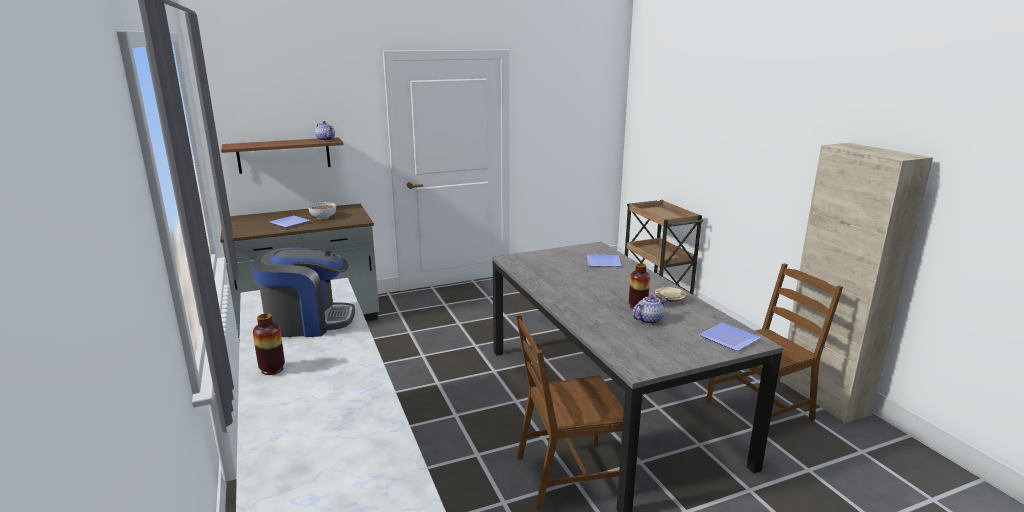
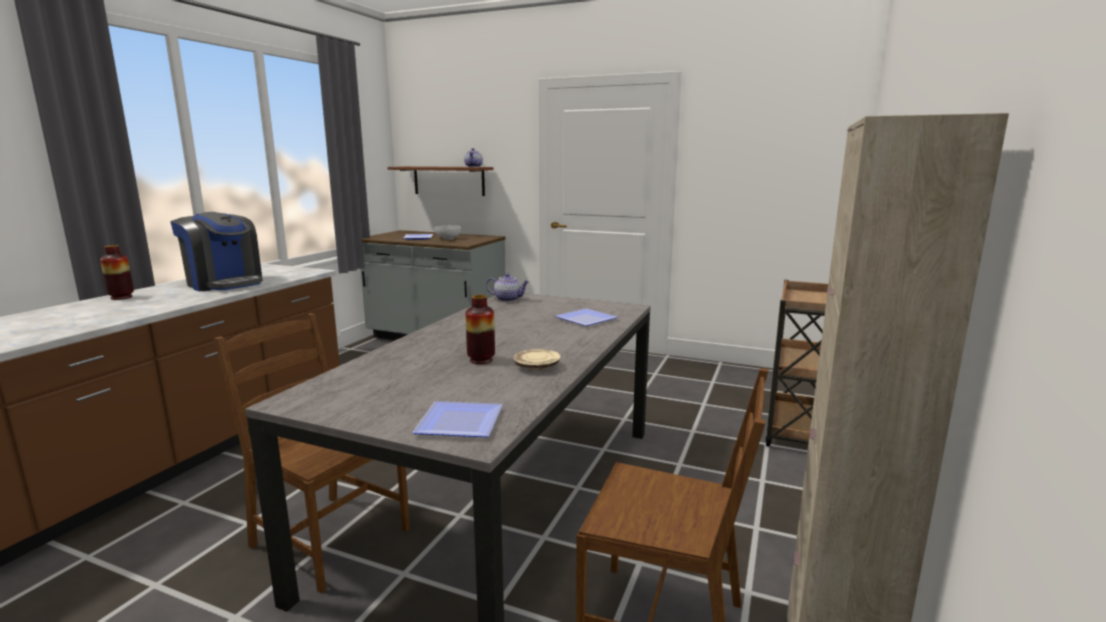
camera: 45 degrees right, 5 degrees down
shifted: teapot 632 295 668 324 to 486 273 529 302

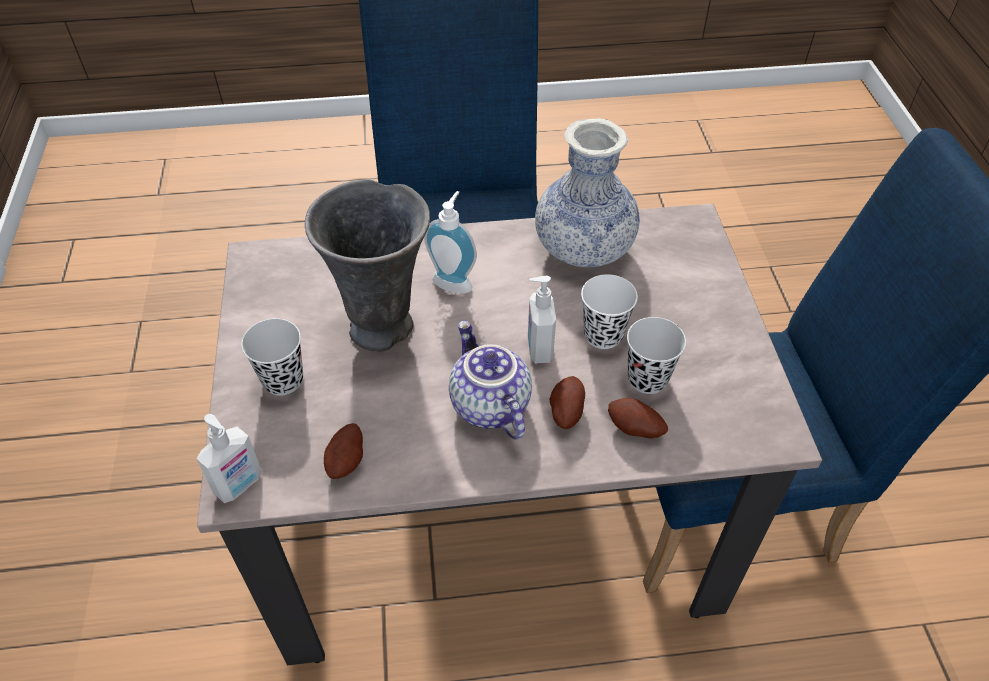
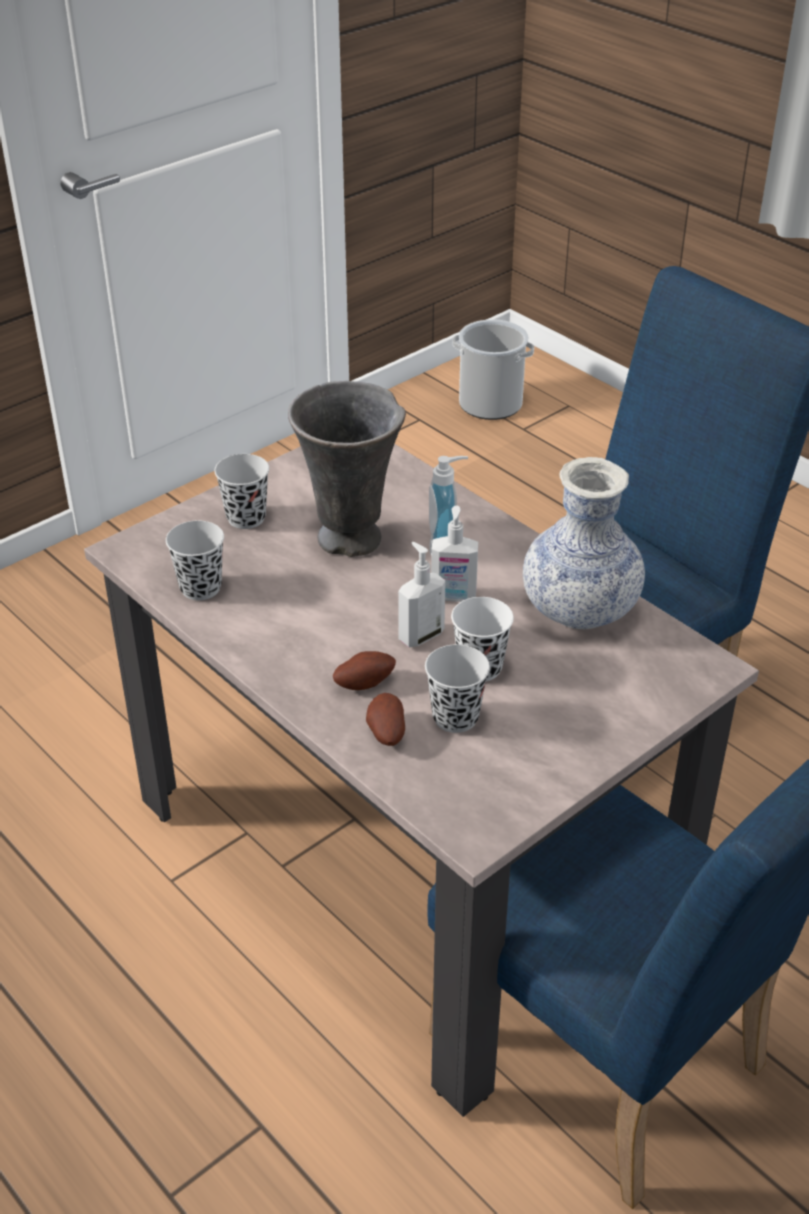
camera: 55 degrees right, 10 degrees down
gone: teapot 449 320 532 440
new: bucket 453 319 534 420
shifted: soap dispenser 197 414 262 503 to 431 506 478 602
swapped: potato 324 423 363 479 to black cup 166 521 224 600

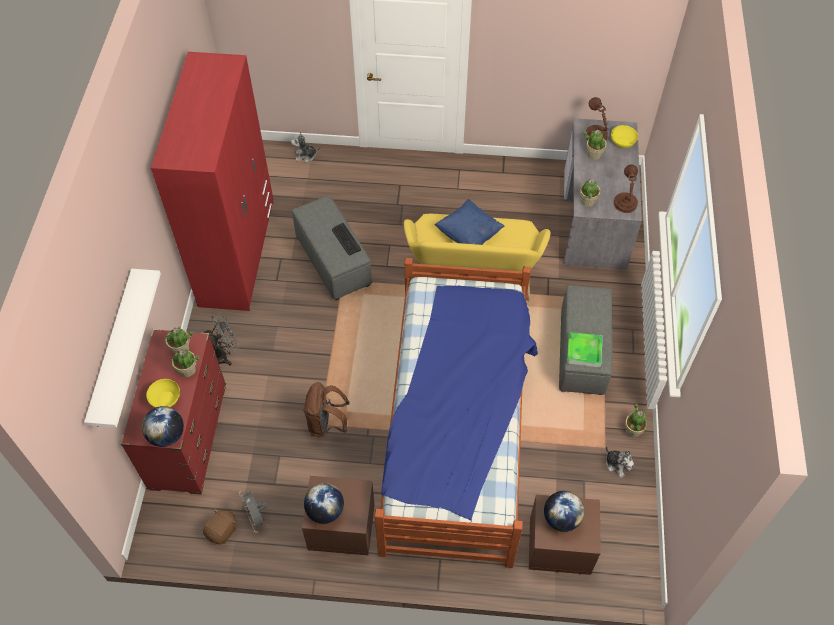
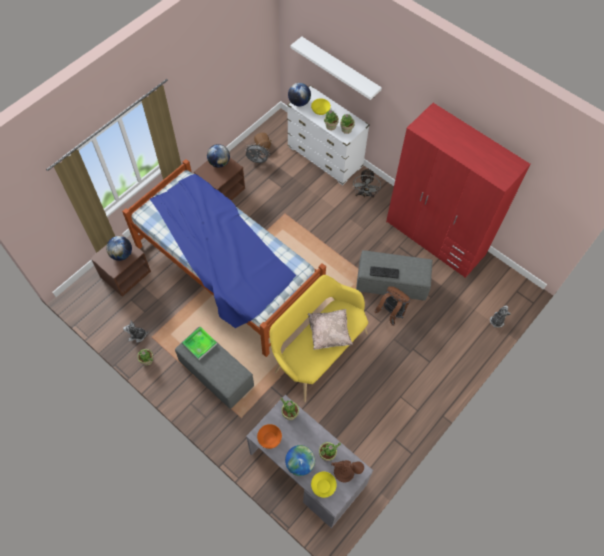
camera: 125 degrees right, 5 degrees up
new: globe 285 445 315 476
shifted: brown backpack 303 382 350 437 to 374 286 410 326
swapped: brown table lamp 614 164 638 213 to orange bowl 257 424 282 449
repainted: red dresser 121 329 226 494 to white dresser 287 85 370 186; blue pillow 435 199 505 245 to beige pillow 308 309 353 350

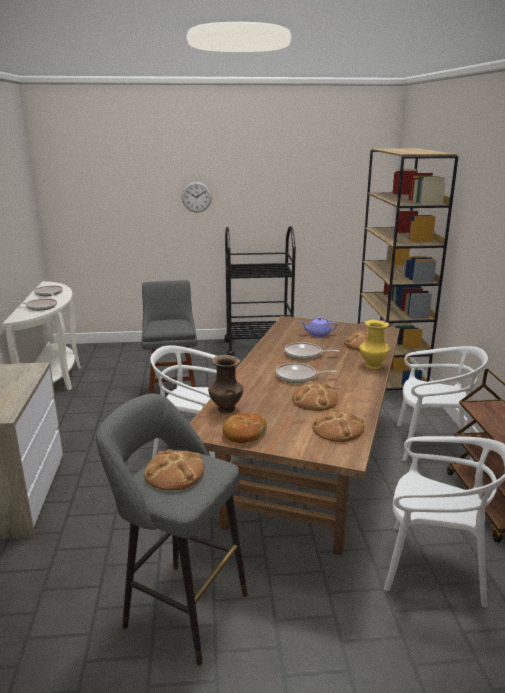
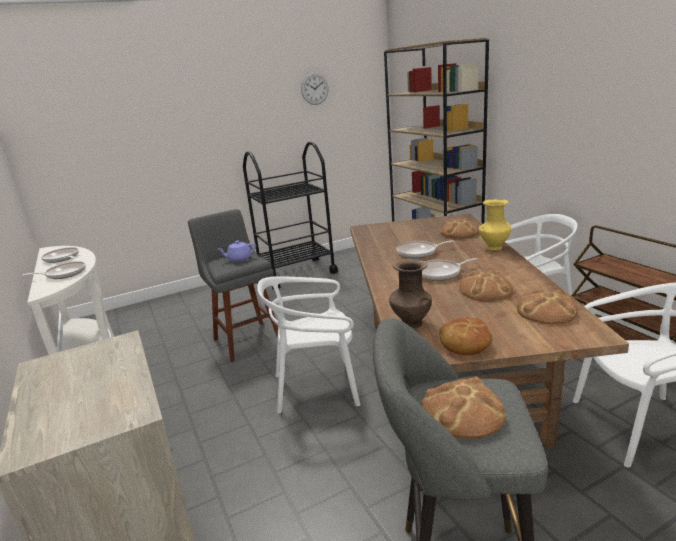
camera: 20 degrees left, 0 degrees up
shifted: wall clock 182 182 212 212 to 301 73 329 105; purple teapot 300 317 337 337 to 218 241 256 262

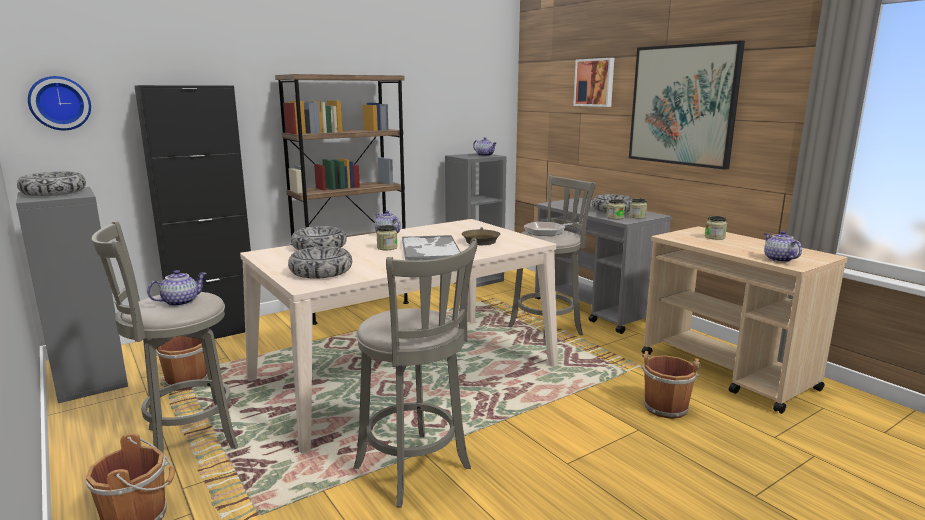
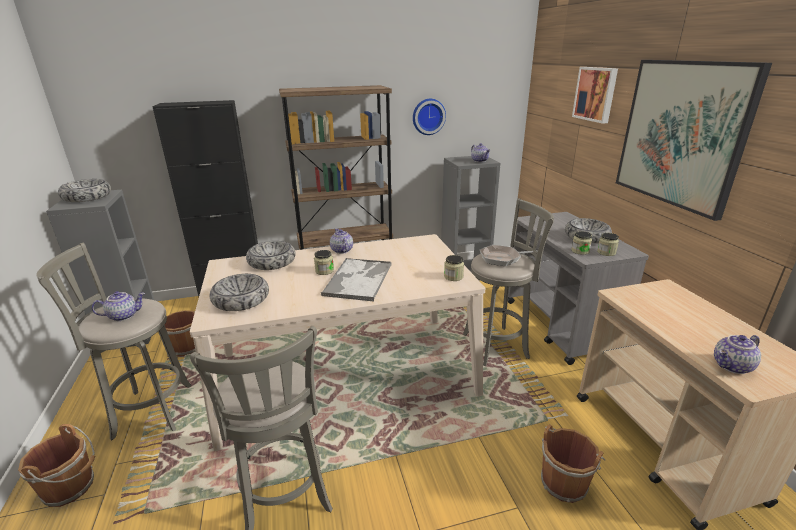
camera: 20 degrees right, 10 degrees up
gone: brown frying pan 462 227 501 245
shifted: wall clock 28 76 91 130 to 413 99 446 135; jar 705 216 727 240 to 444 255 464 281
rotated: teapot 764 231 802 262 = 714 335 761 374 120 degrees counterclockwise

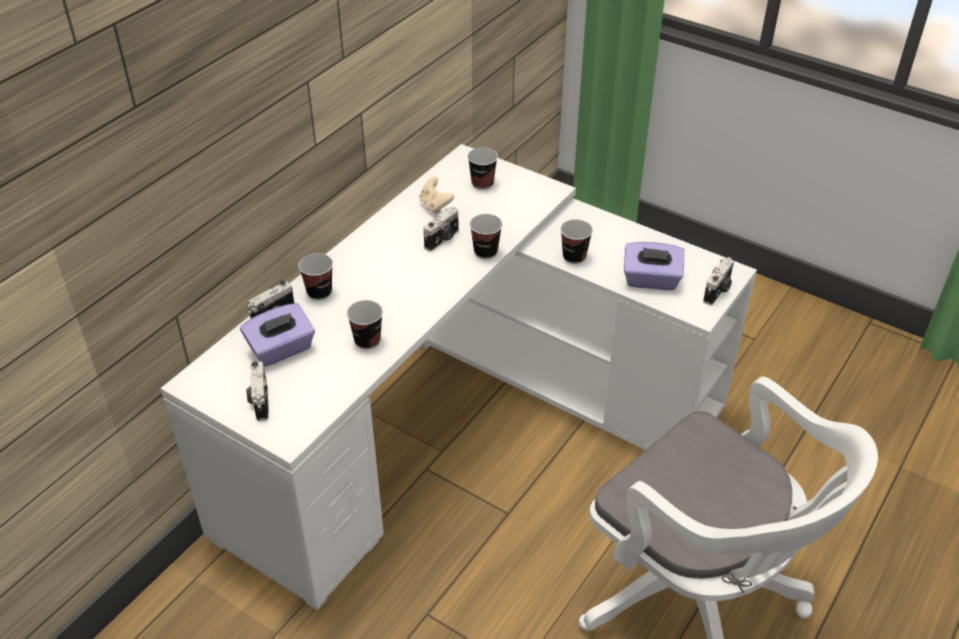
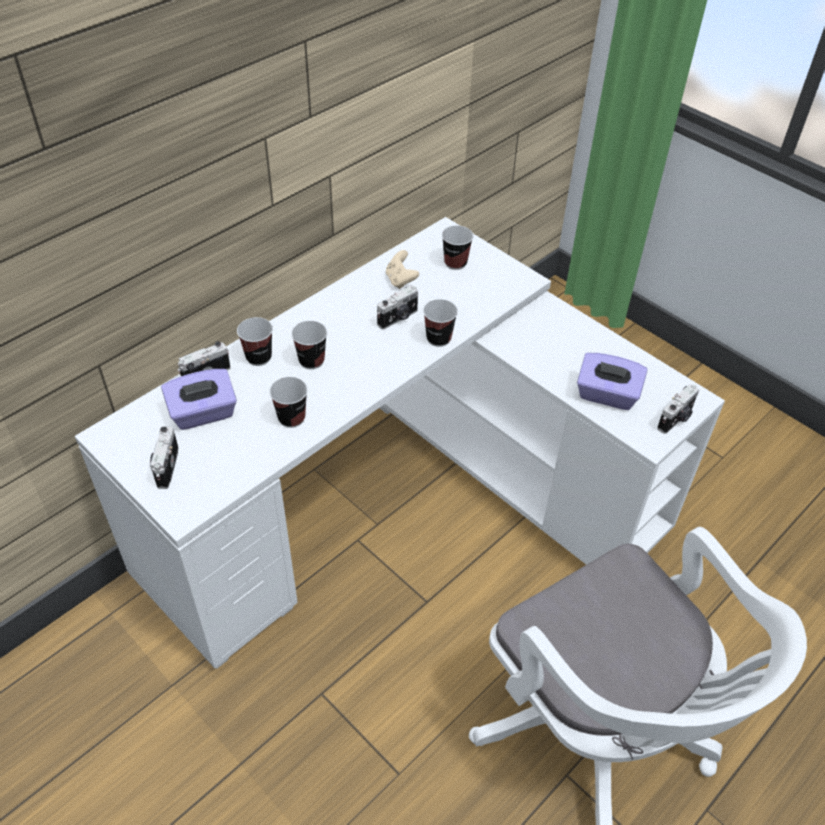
camera: 10 degrees right, 5 degrees up
shifted: cup 560 219 593 264 to 291 321 327 369

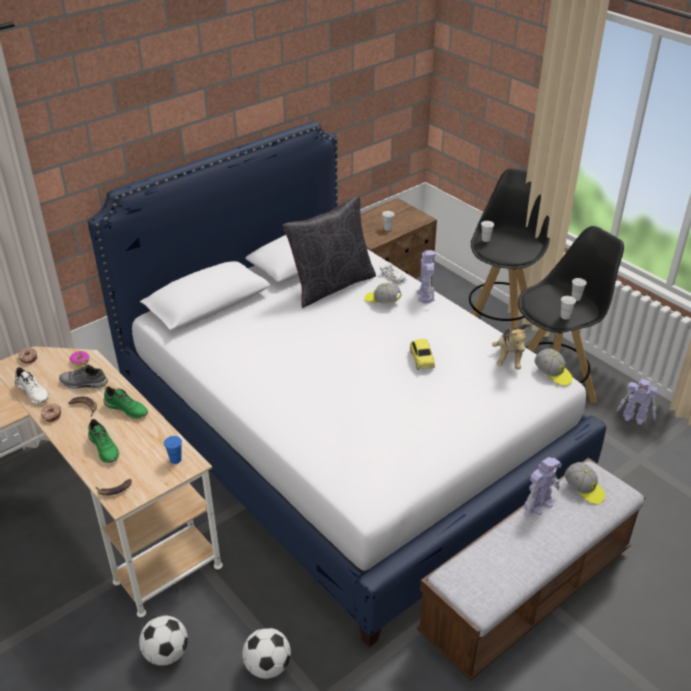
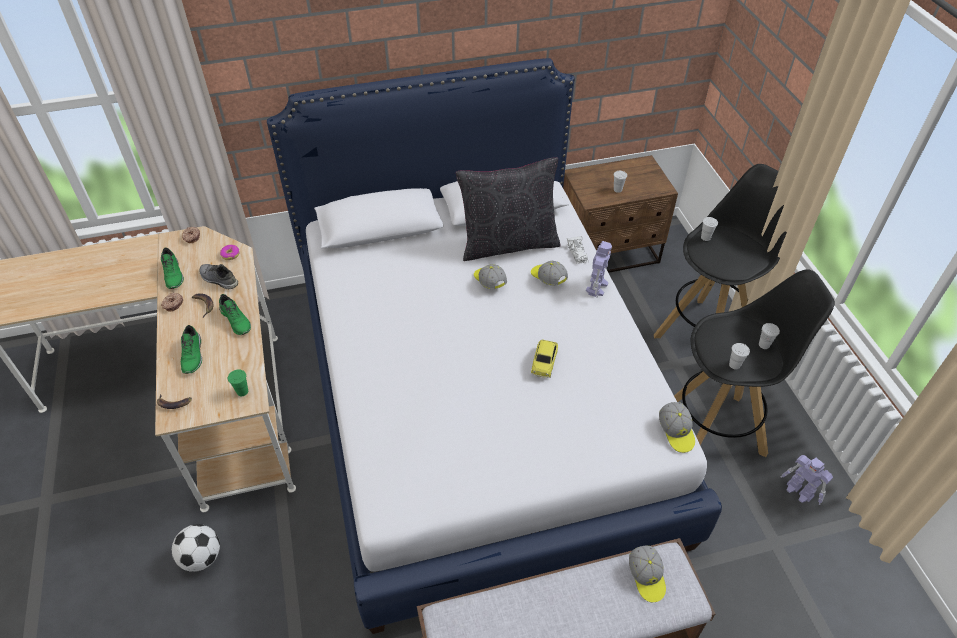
camera: 25 degrees right, 10 degrees up
gone: football 242 628 291 679; plush toy 492 327 528 370; toy robot 525 457 562 515
new: cap 474 264 507 289
repainted: white shoe 15 367 49 404 to green shoe 161 247 184 289; blue cup 164 436 182 464 to green cup 228 369 248 396

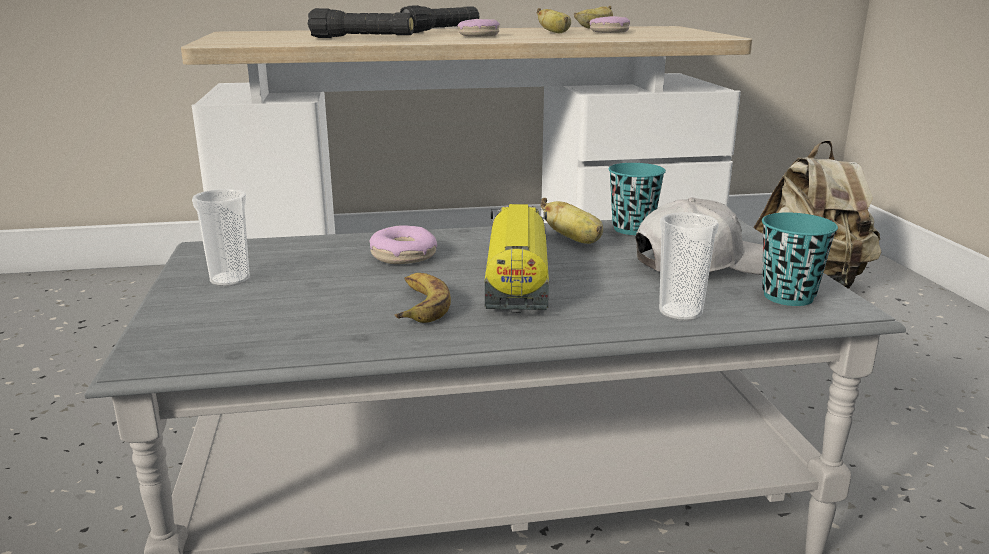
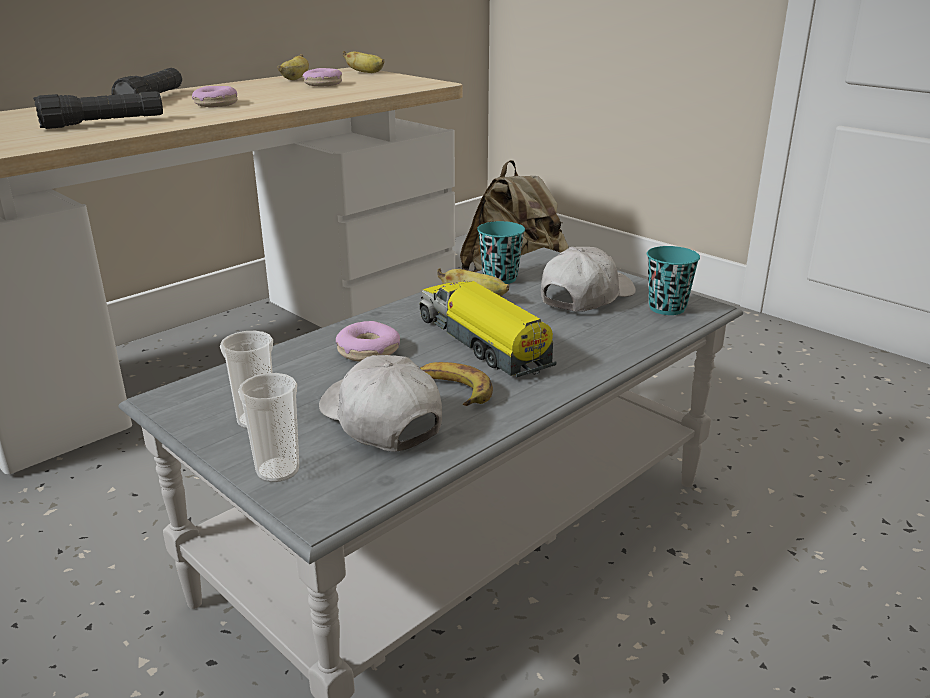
camera: 35 degrees left, 5 degrees up
new: white cap 319 355 442 452
shifted: banana 536 8 571 33 to 343 51 385 73; cup 659 212 719 321 to 238 373 299 482

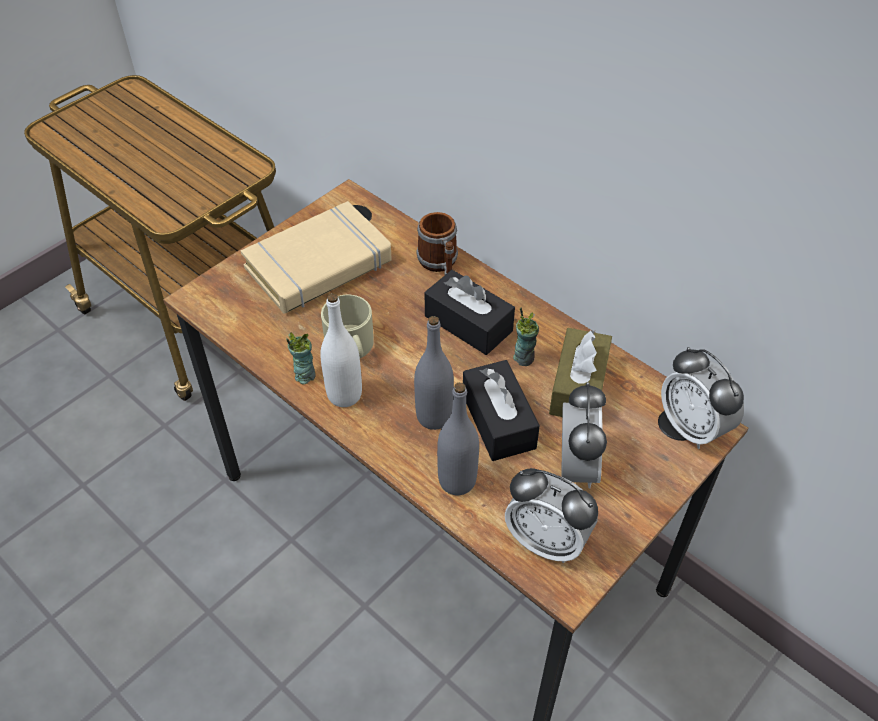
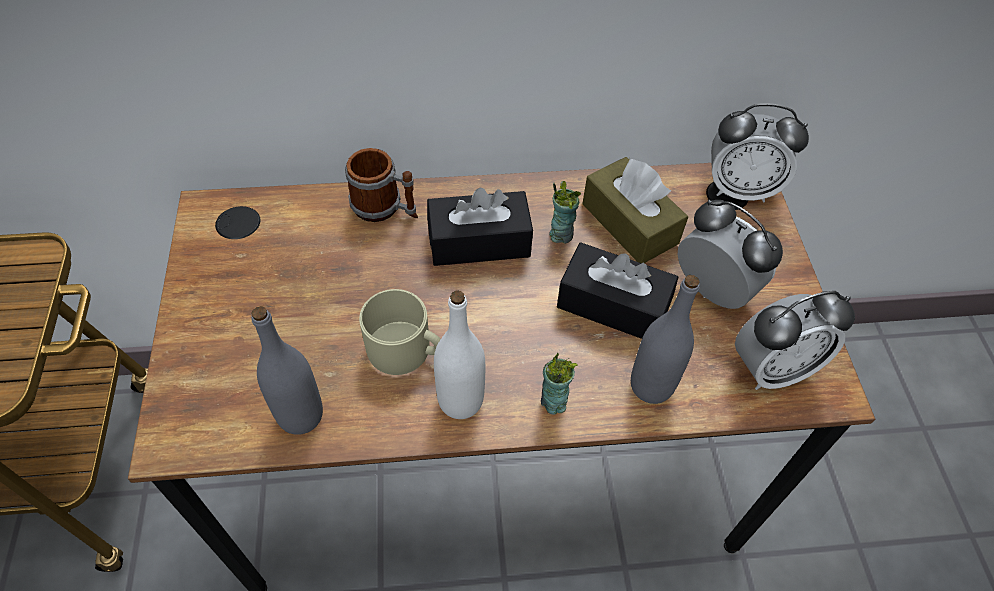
camera: 50 degrees left, 5 degrees up
gone: beige book 240 201 392 314
shifted: cup 286 332 316 385 to 541 353 578 415; grey bottle 414 316 454 430 to 251 306 323 435

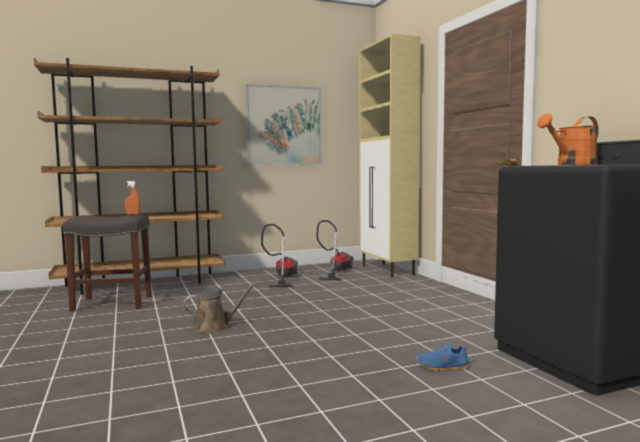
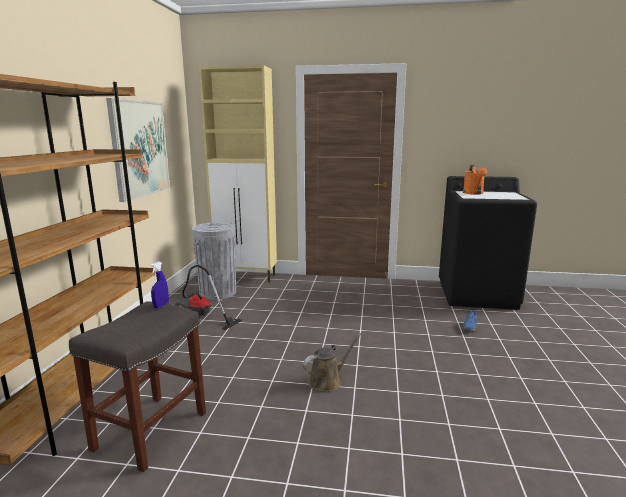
camera: 60 degrees left, 10 degrees up
swapped: vacuum cleaner 317 220 354 280 to grey trash can 192 222 236 300
repainted: orange spray bottle 125 181 140 215 to blue spray bottle 150 261 169 308
rotated: brown watering can 184 283 257 334 = 303 333 361 391 45 degrees clockwise

